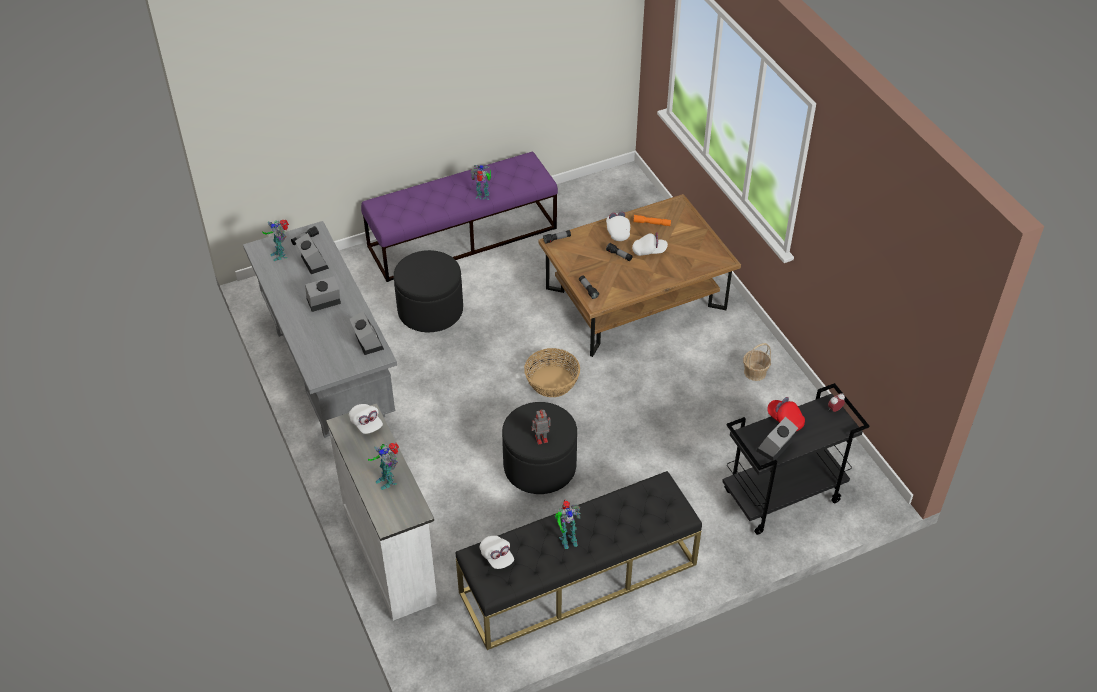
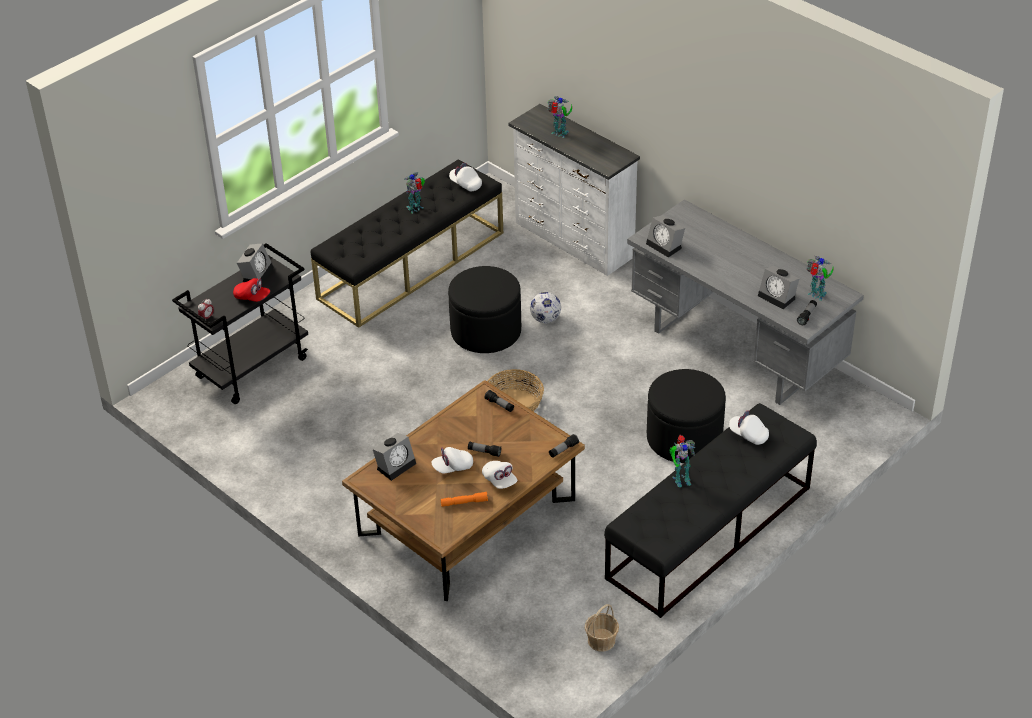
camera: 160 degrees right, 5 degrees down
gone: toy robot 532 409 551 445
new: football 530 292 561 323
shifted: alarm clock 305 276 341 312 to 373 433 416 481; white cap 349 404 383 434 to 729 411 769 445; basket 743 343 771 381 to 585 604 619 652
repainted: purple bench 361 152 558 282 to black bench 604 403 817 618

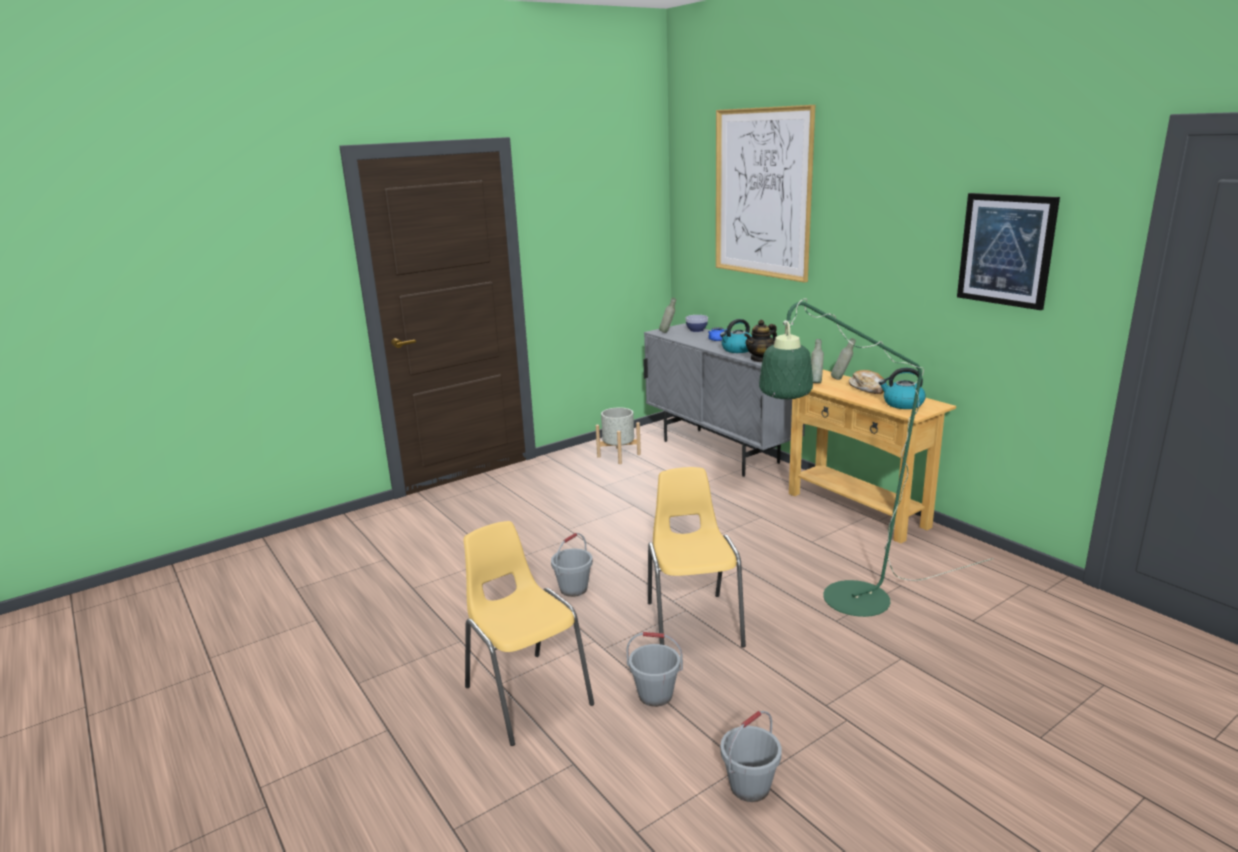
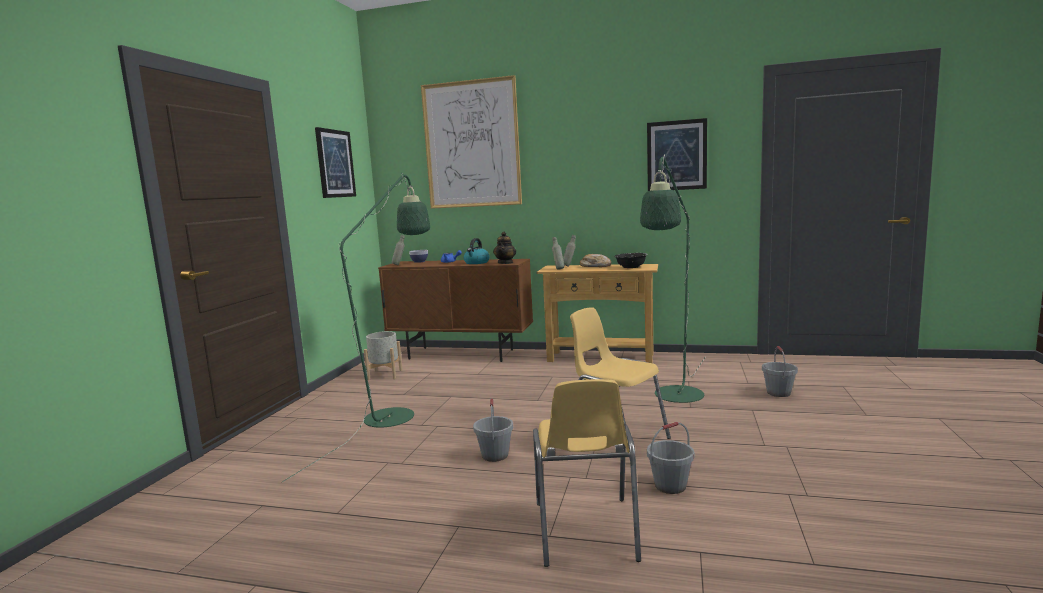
camera: 40 degrees left, 10 degrees down
new: green floor lamp 282 173 430 482; picture 315 127 356 198
shifted: grey bucket 720 711 782 802 to 762 346 798 397
swapped: kettle 879 368 926 409 to black bowl 615 253 648 268
repainted: grey cabinet 643 323 805 477 to brown cabinet 378 259 533 362
rotated: yellow chair 464 521 594 746 = 533 379 641 567 105 degrees counterclockwise

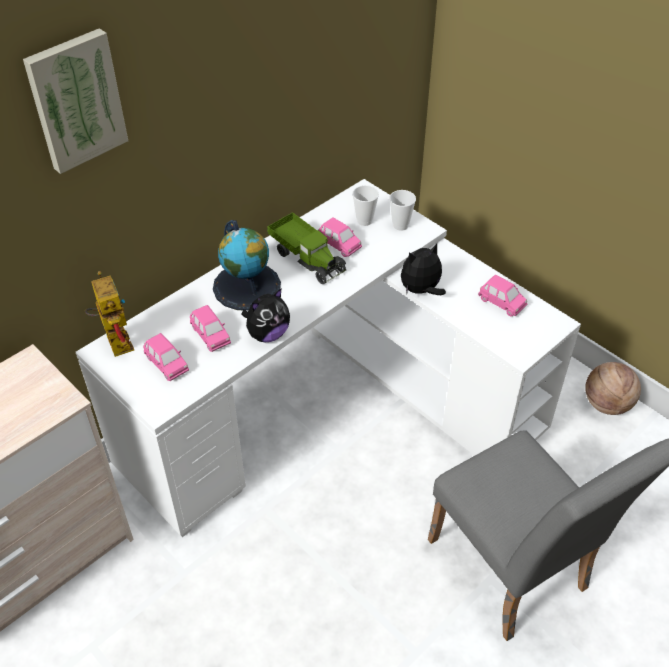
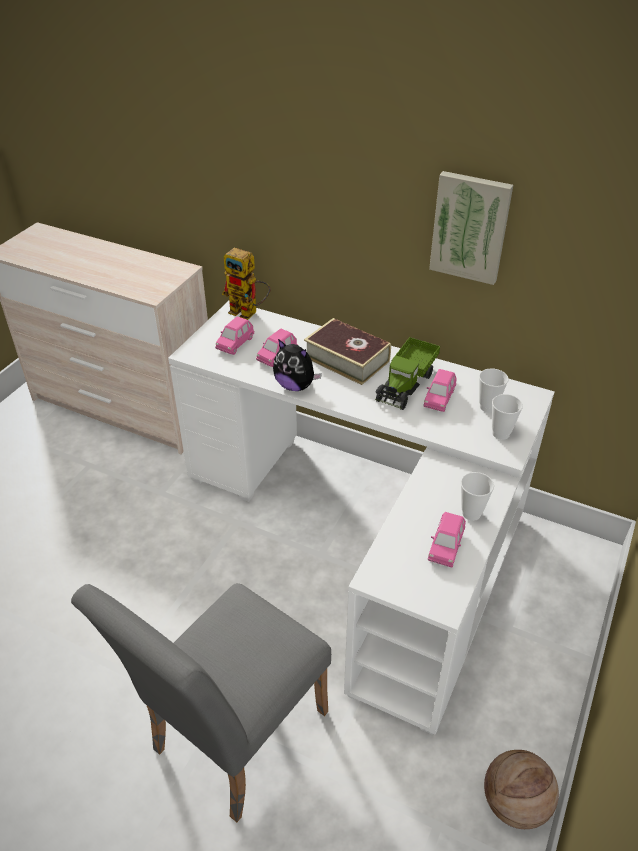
camera: 70 degrees right, 5 degrees down
gone: plush toy 401 243 446 295
new: cup 461 472 494 521
shifted: picture 23 28 128 174 to 429 171 513 285
swapped: globe 213 220 281 311 to book 304 318 391 385
rotated: toy robot 85 271 134 357 = 222 248 270 320 75 degrees clockwise

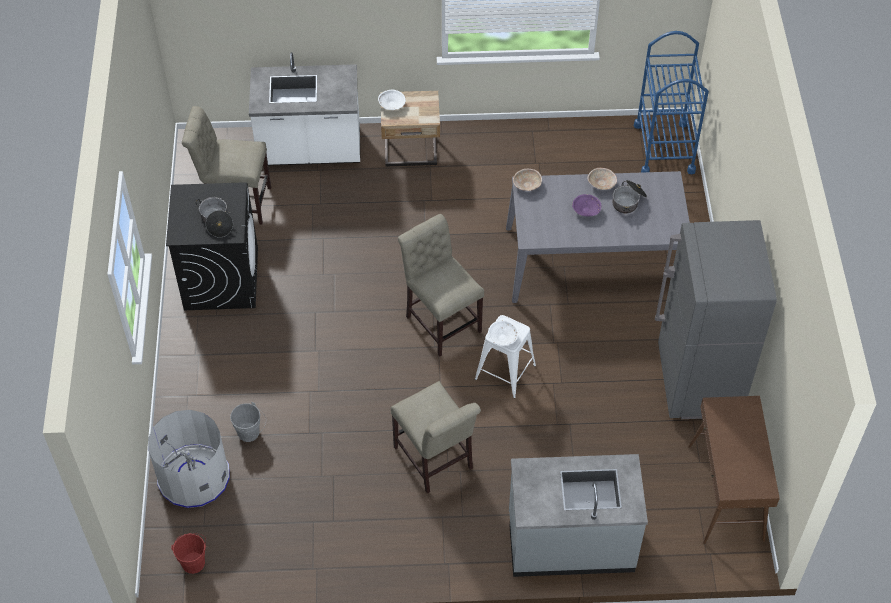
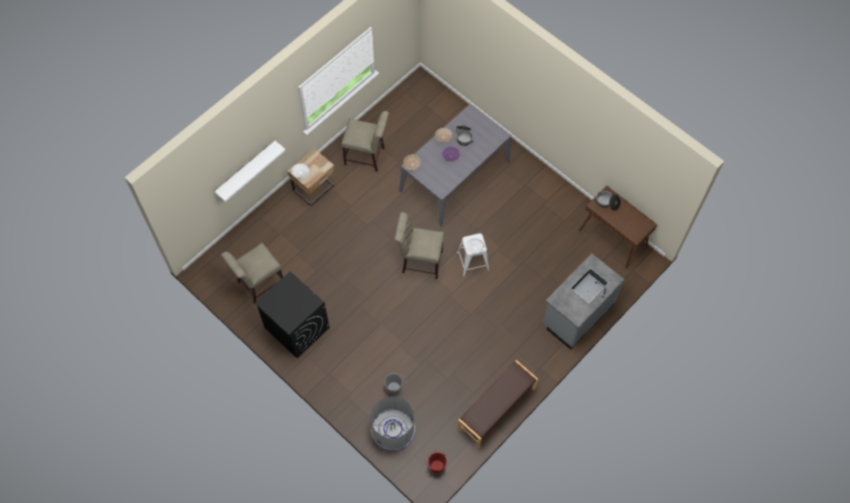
camera: 45 degrees left, 10 degrees up
gone: white counter 249 52 360 165; blue cart 634 31 709 174; grey fridge 655 220 777 419
new: white shelf 215 141 286 202; brown bench 457 360 538 449
shifted: cooking pot 195 197 233 237 to 594 191 621 211; beige chair 391 381 481 494 to 342 111 389 172

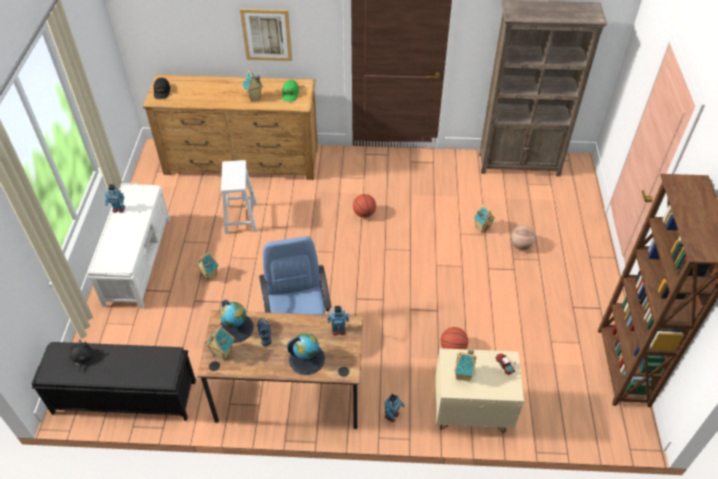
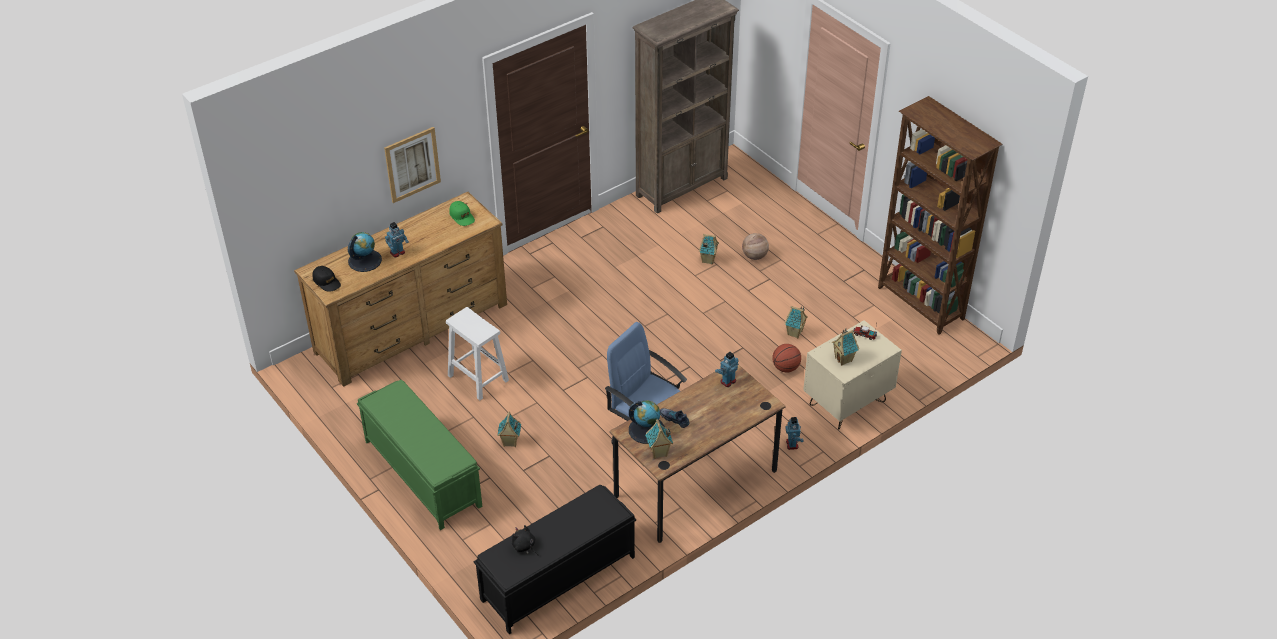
camera: 40 degrees left, 5 degrees down
gone: basketball 353 194 376 218
shifted: toy robot 105 185 125 213 to 385 222 409 257; toy house 242 70 263 102 to 784 306 808 339; globe 287 333 325 375 to 348 232 382 272
repainted: white bench 88 183 170 309 to green bench 357 380 482 530

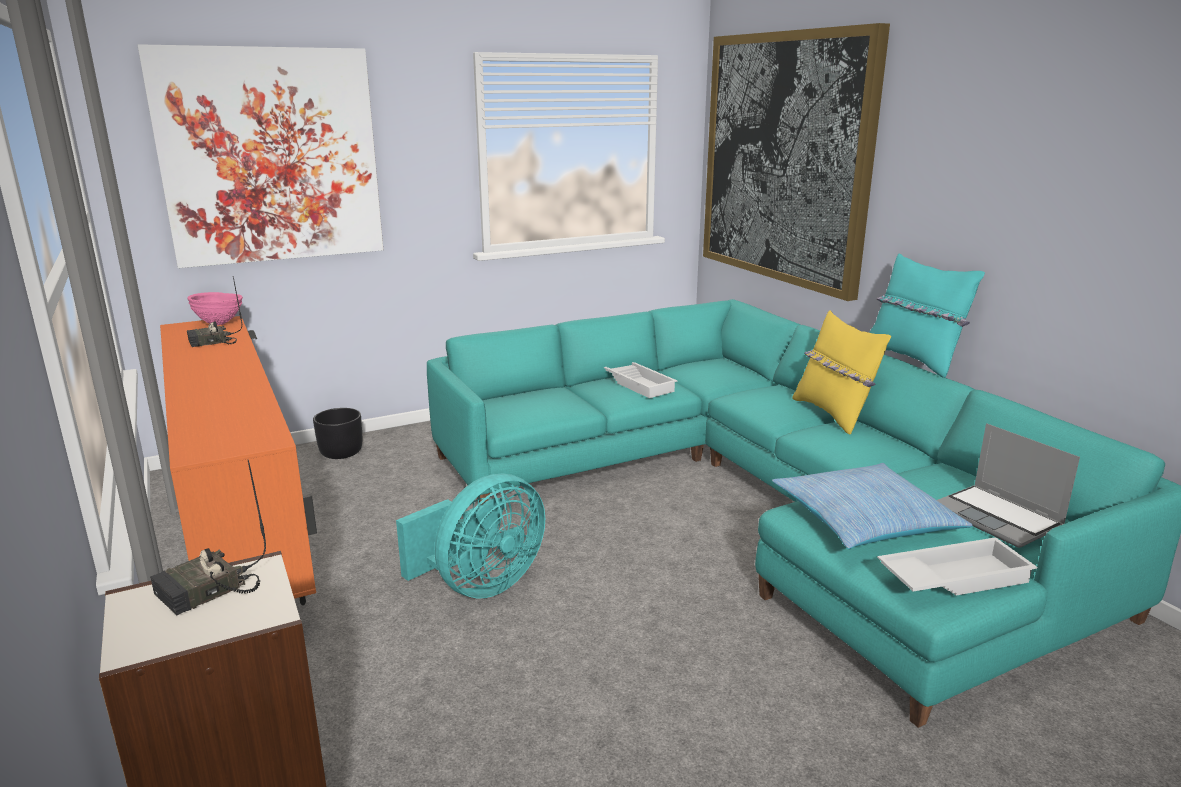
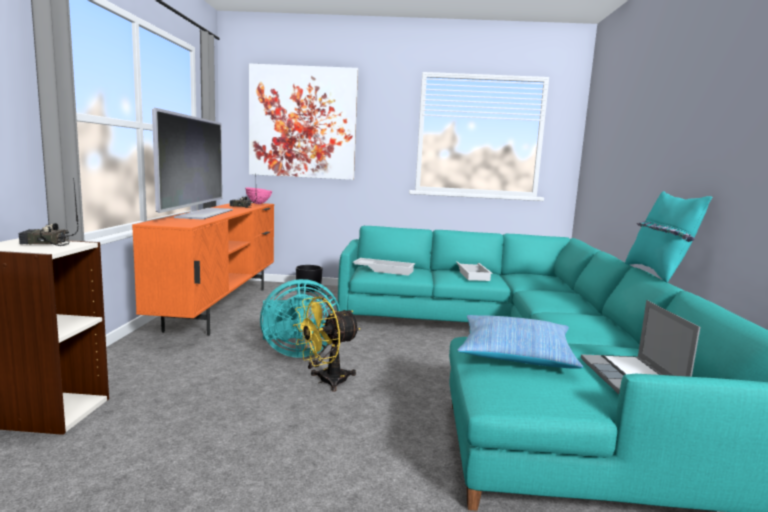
camera: 30 degrees right, 10 degrees down
gone: picture 703 23 890 301; yellow pillow 792 310 891 434
new: television 152 108 233 220; yellow fan 293 297 361 392
shifted: white tray 877 537 1037 595 to 353 258 415 276

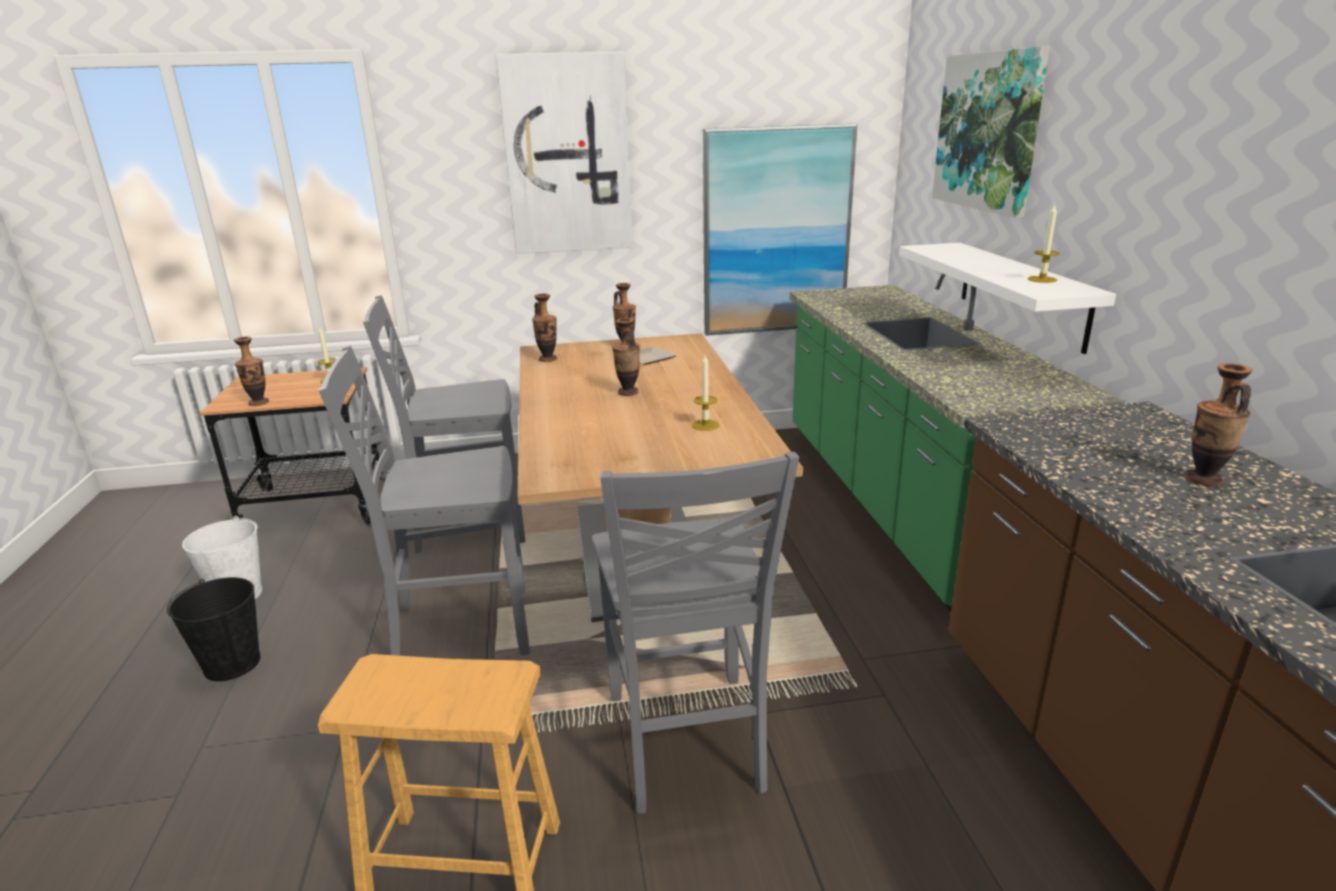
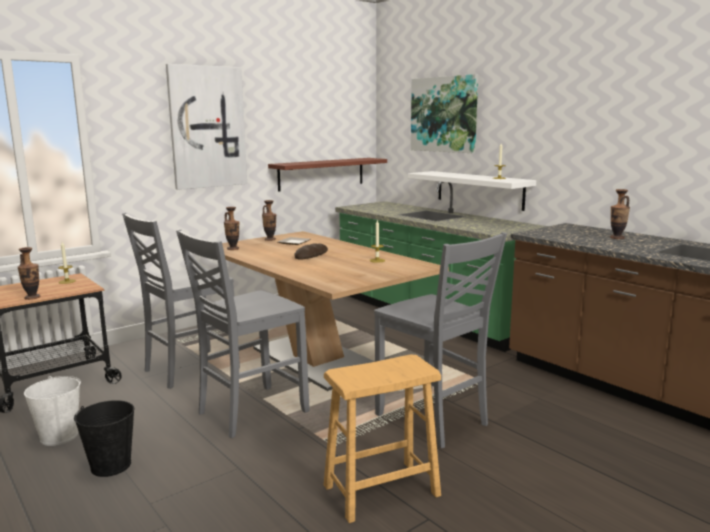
camera: 30 degrees left, 10 degrees down
swapped: vase 612 318 640 396 to bread 294 243 328 260; picture 703 124 857 336 to shelf 268 158 387 192

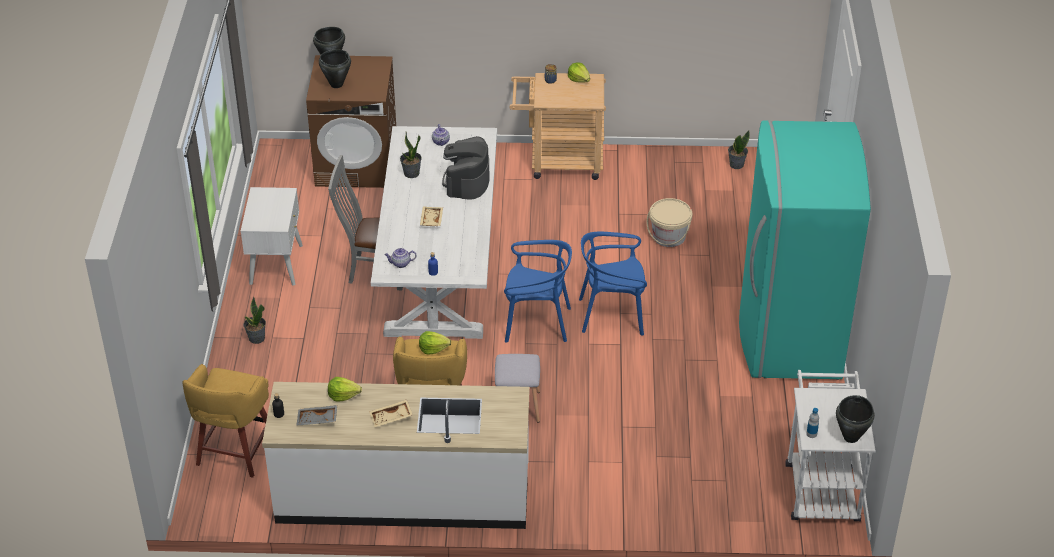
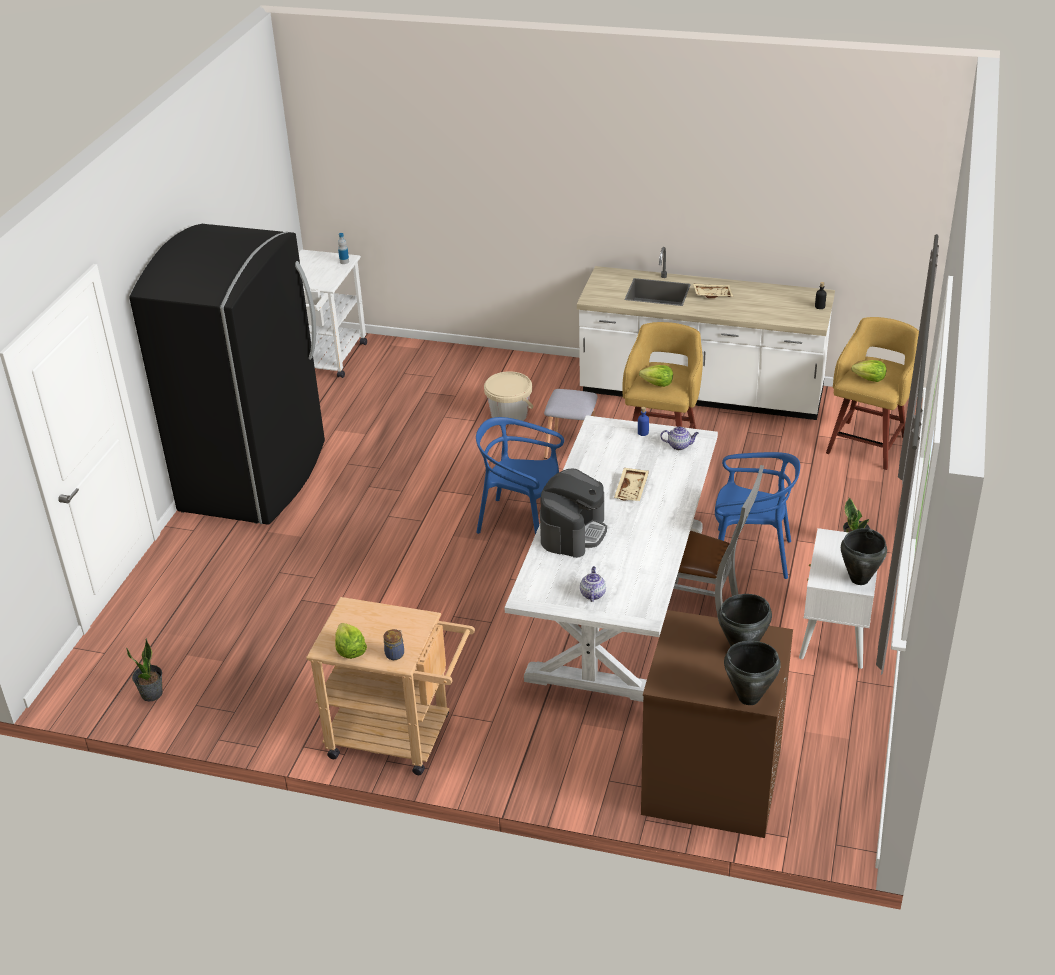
camera: 165 degrees left, 5 degrees down
gone: grey tray 296 405 337 426; potted plant 400 132 422 178
shifted: lettuce 328 377 362 402 to 851 360 886 382; blue chair 579 232 647 336 to 715 452 800 579; beige bucket 647 198 692 247 to 484 371 534 425; black cooking pot 836 395 875 443 to 841 528 887 585
repainted: turquoise fridge 739 120 871 380 to black fridge 129 224 325 525

